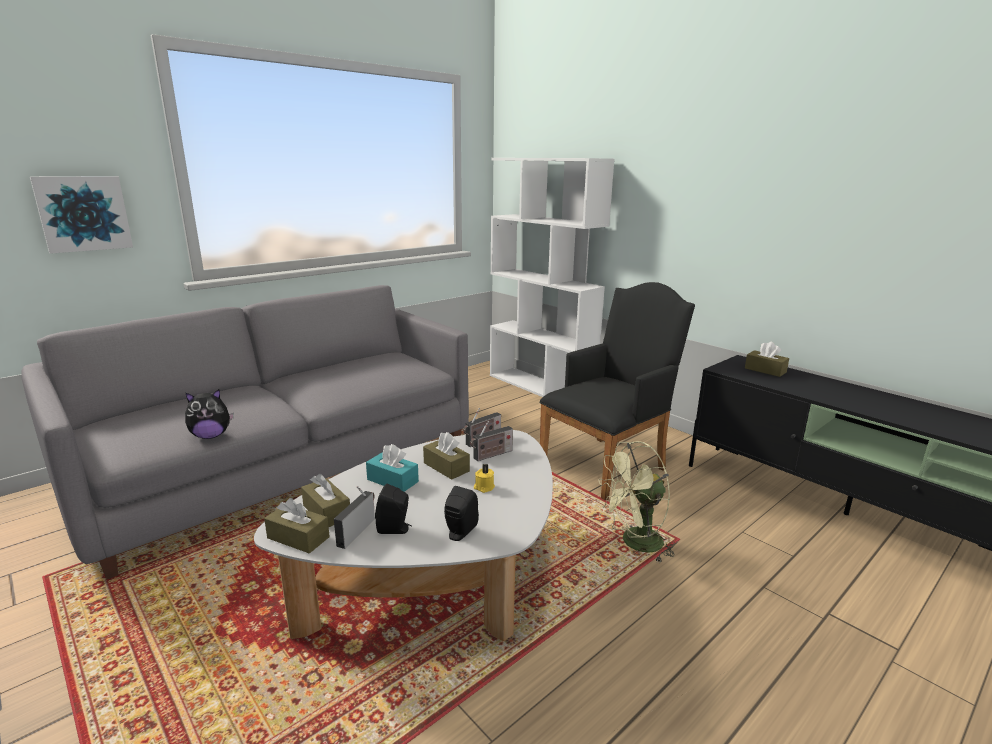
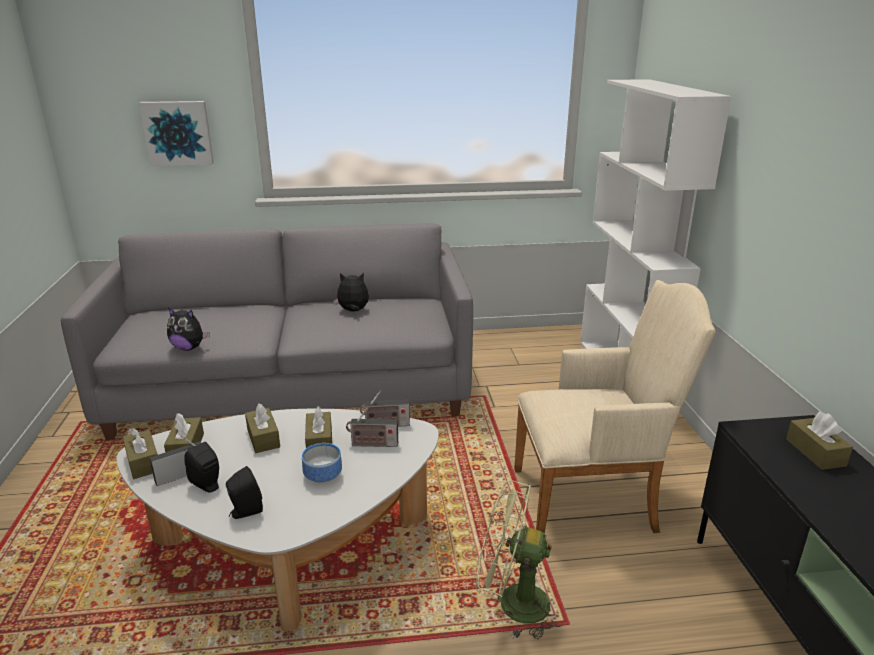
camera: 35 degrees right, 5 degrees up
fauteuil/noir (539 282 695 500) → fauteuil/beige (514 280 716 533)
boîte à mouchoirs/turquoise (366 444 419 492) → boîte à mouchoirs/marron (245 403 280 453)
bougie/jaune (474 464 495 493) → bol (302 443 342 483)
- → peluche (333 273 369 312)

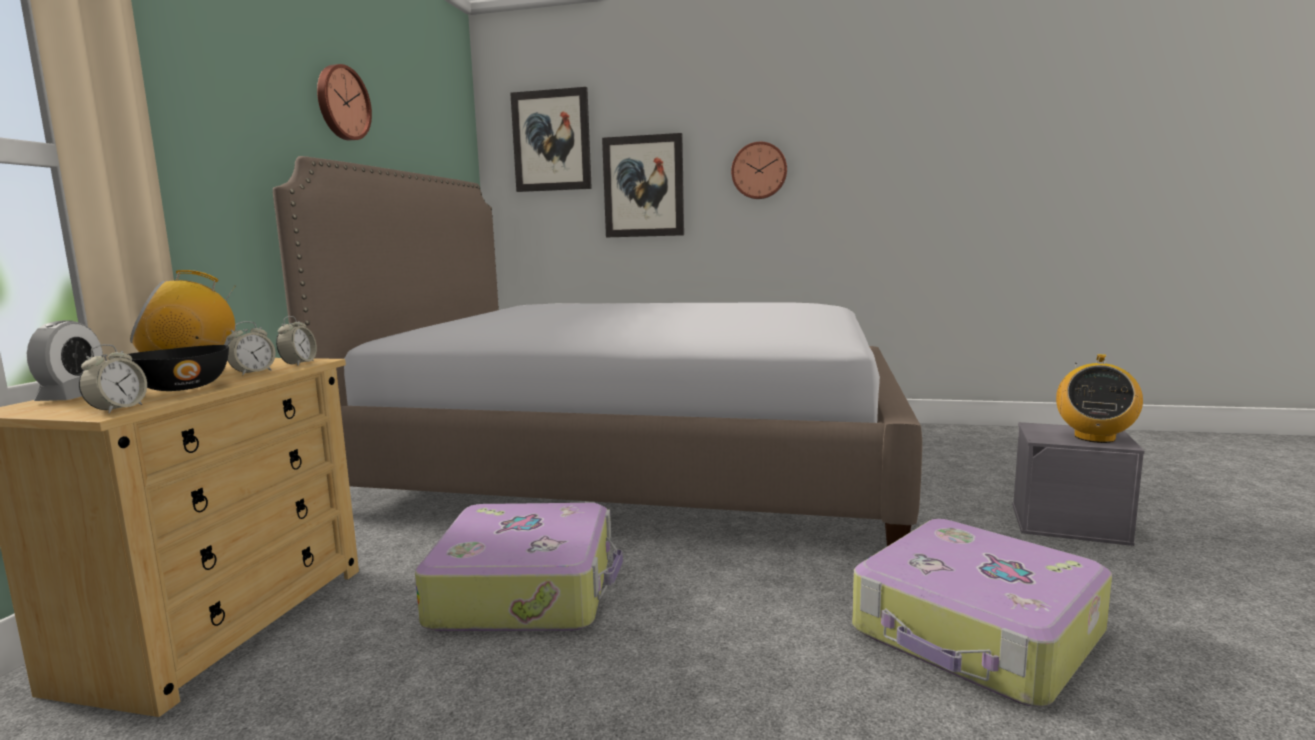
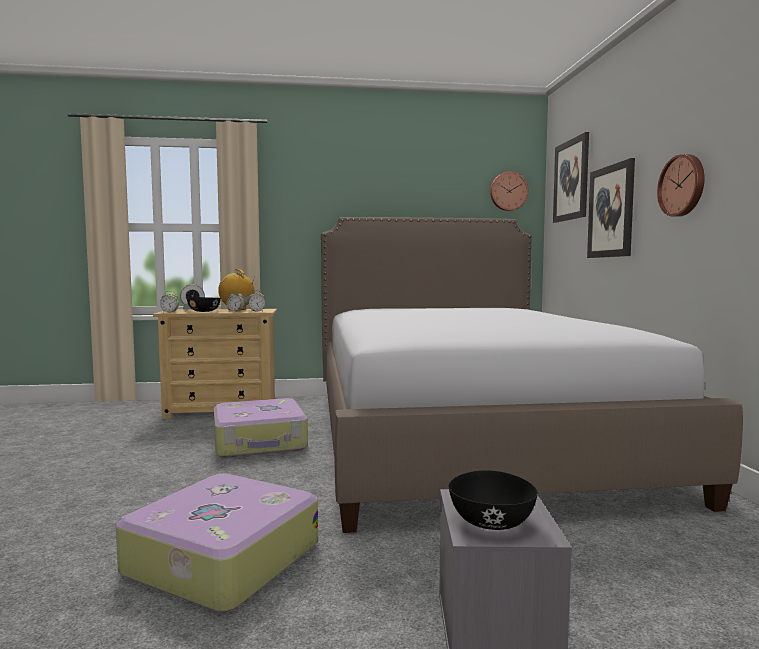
camera: 70 degrees right, 5 degrees down
horloge murale (317 64 372 140) → horloge murale (490 171 528 211), shifted
radio (1056 354 1143 443) → bol/noir (449 470 538 530)

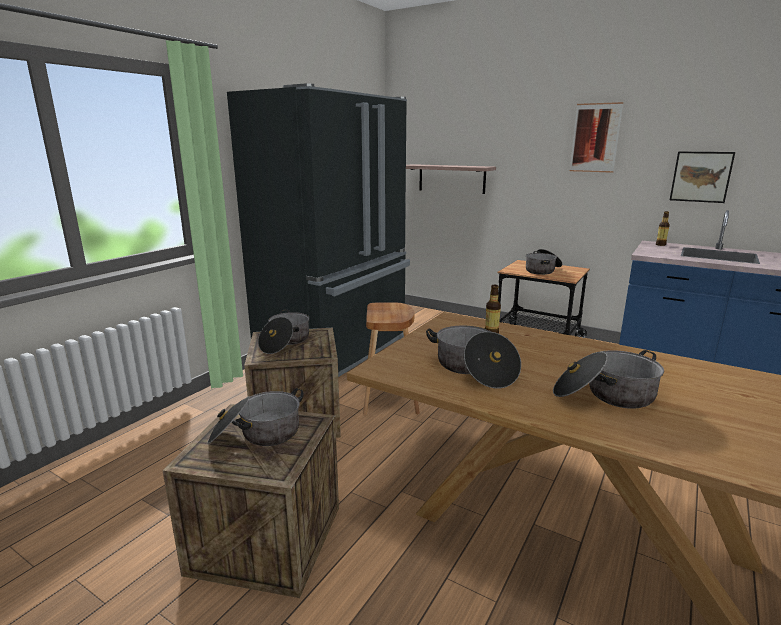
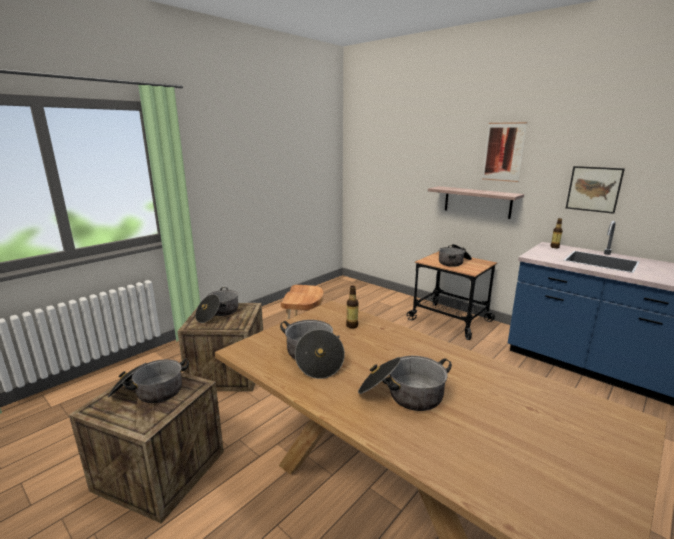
camera: 10 degrees right, 0 degrees up
réfrigérateur/noir (227 83 410 377) → -
étagère (406 164 496 194) → étagère (428 186 524 219), shifted

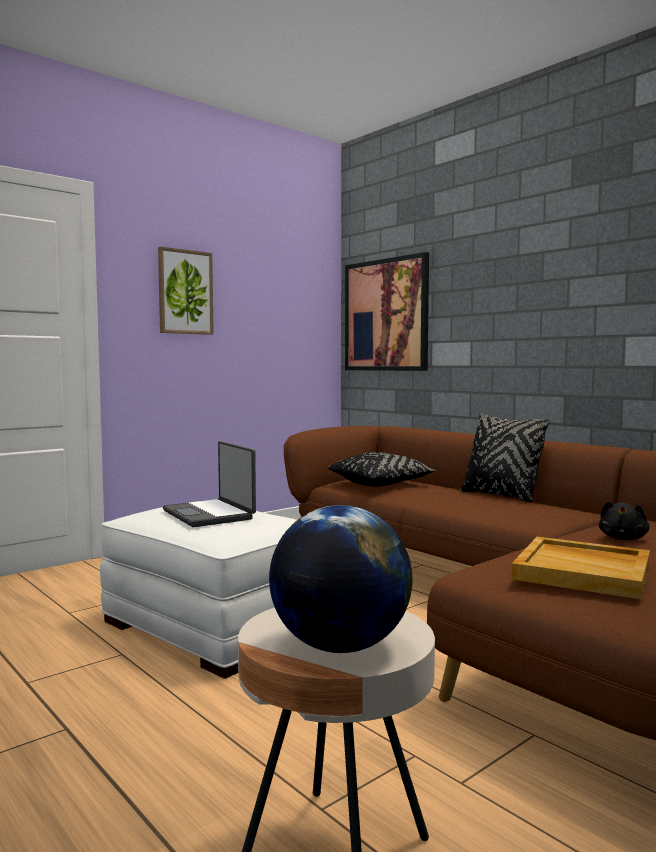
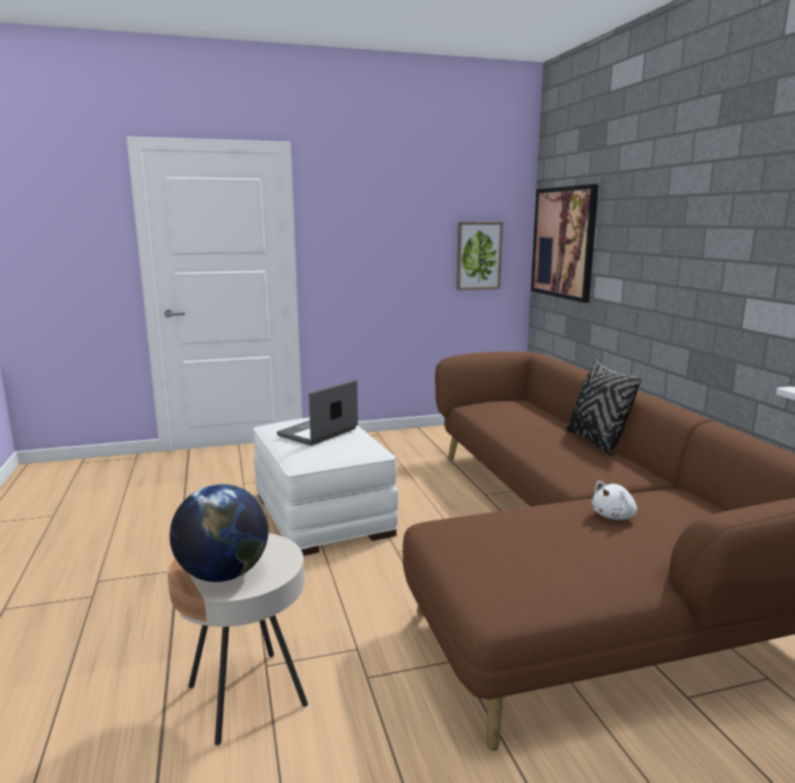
camera: 25 degrees right, 10 degrees up
tableau (158 247 214 335) → tableau (456 222 503 290), shifted
ordinateur portable (163 441 256 527) → ordinateur portable (277 379 358 446), 45 degrees clockwise
coussin/noir (328 452 436 487) → -
peluche/noir (599 500 650 540) → peluche/blanc (592 481 637 520)
plateau/beige (511 537 650 599) → -

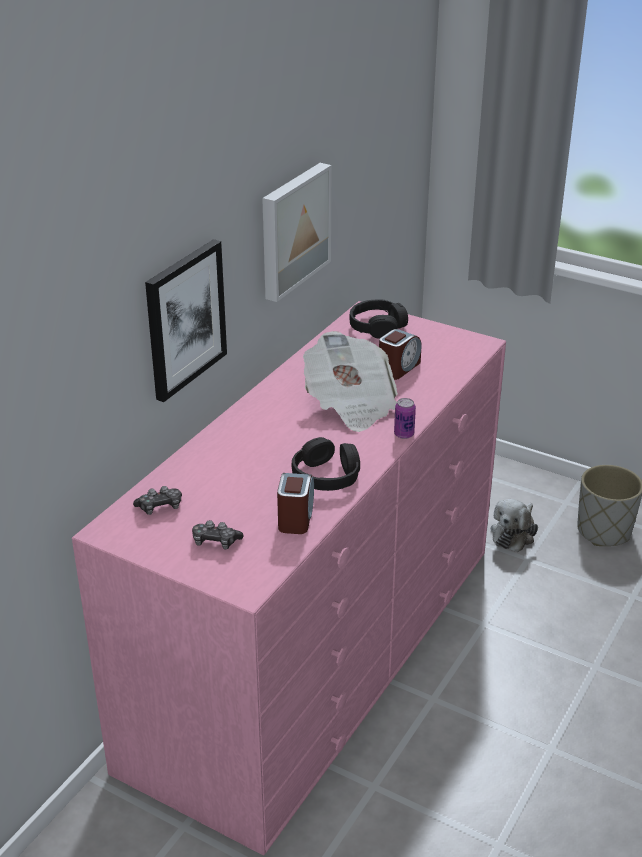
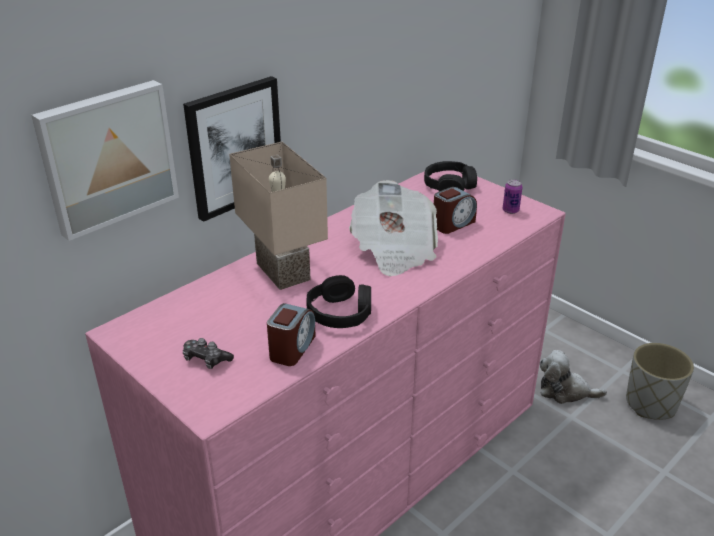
camera: 15 degrees right, 0 degrees up
tableau (262 163 332 302) → tableau (31 80 179 241), shifted
boîte métallique (394 398 416 439) → boîte métallique (502 179 523 214), shifted
manette (133 486 182 515) → -
peluche (491 499 538 552) → peluche (540 350 607 404), 60 degrees clockwise
- → lampe de table/beige (229 142 328 290)

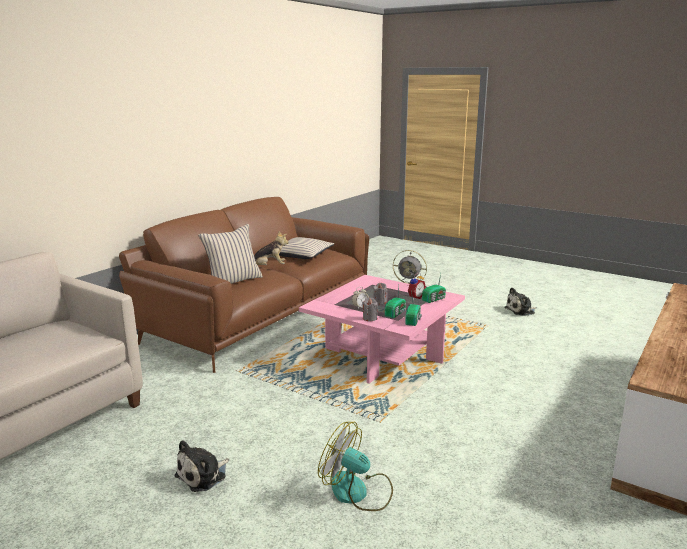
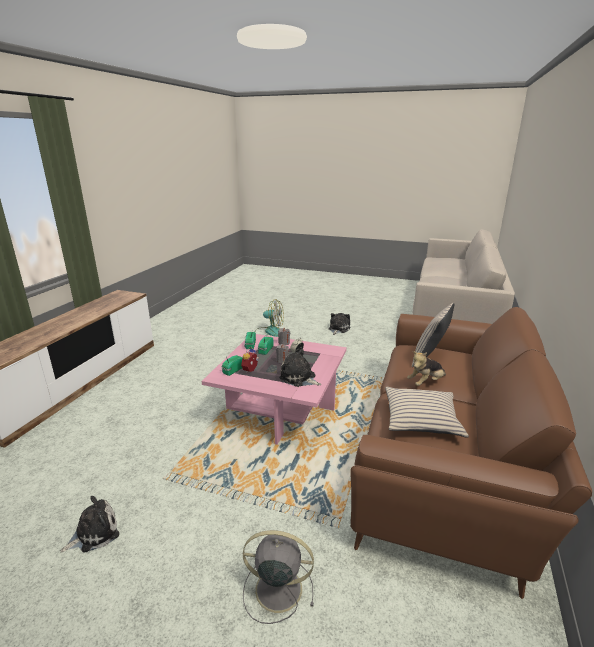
camera: 165 degrees right, 5 degrees up
- → peluche (279 349 321 387)

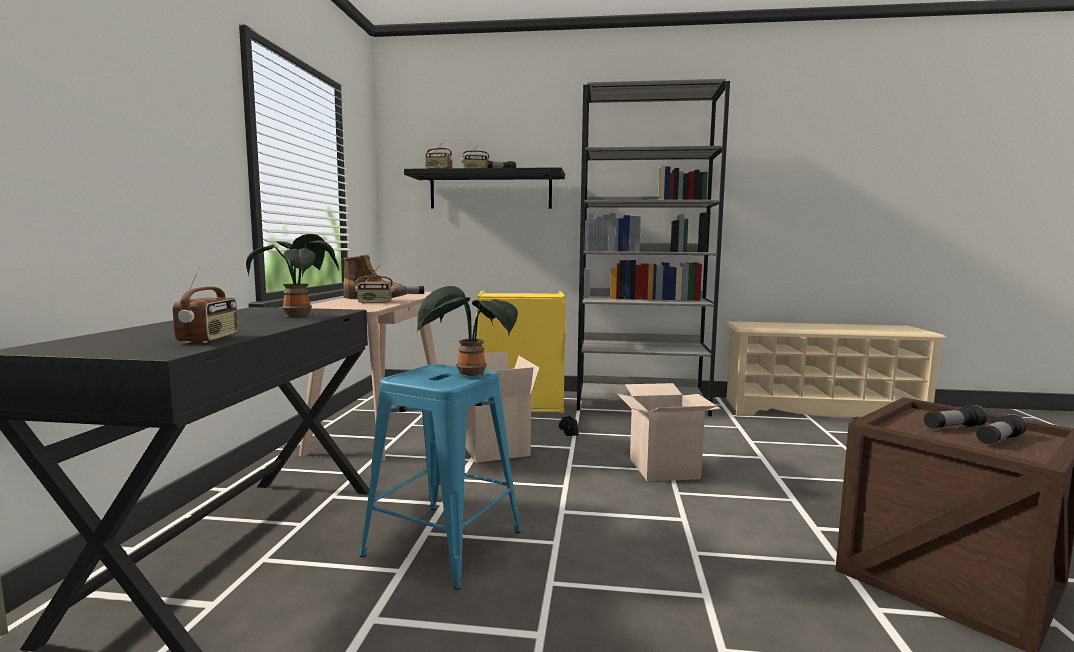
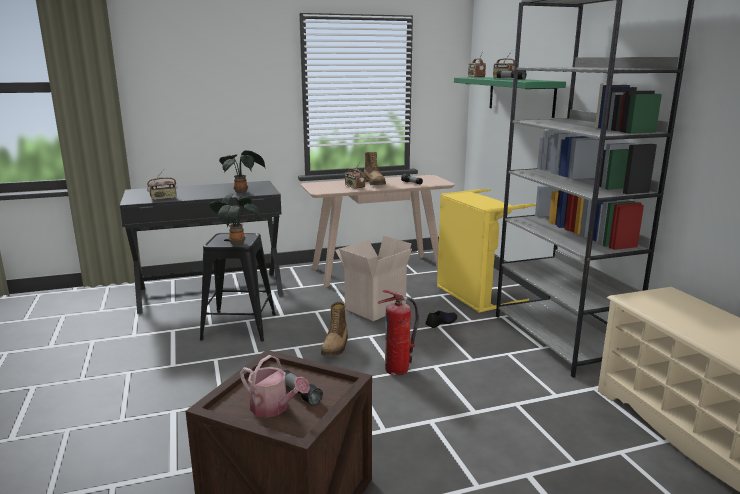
camera: 65 degrees right, 10 degrees up
étagère/noir (404 167 565 209) → étagère/vert (454 77 566 118)
tabouret/bleu (359 364 521 590) → tabouret/noir (200 233 276 342)
carton (617 383 721 482) → extincteur (378 290 419 376)
lampe de poche (976 414 1028 444) → arrosoir (240 355 310 418)
- → botte (321 302 348 357)

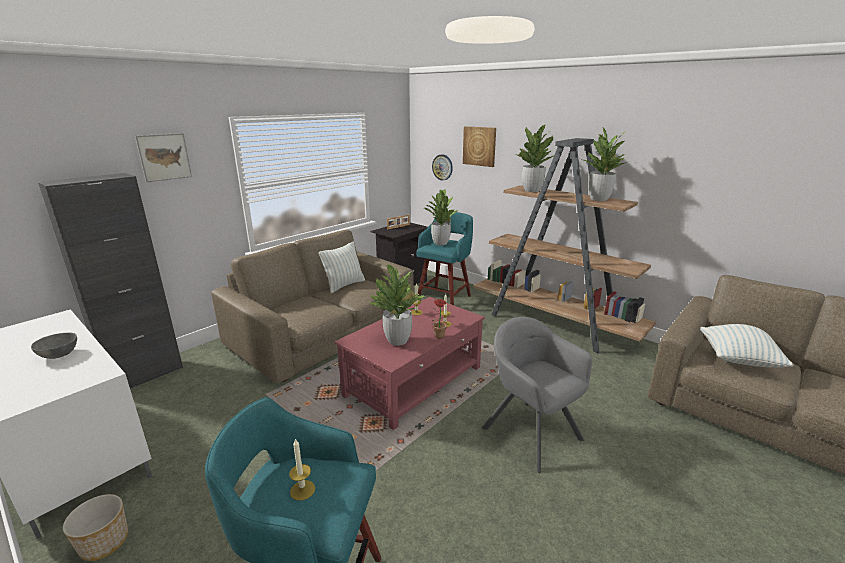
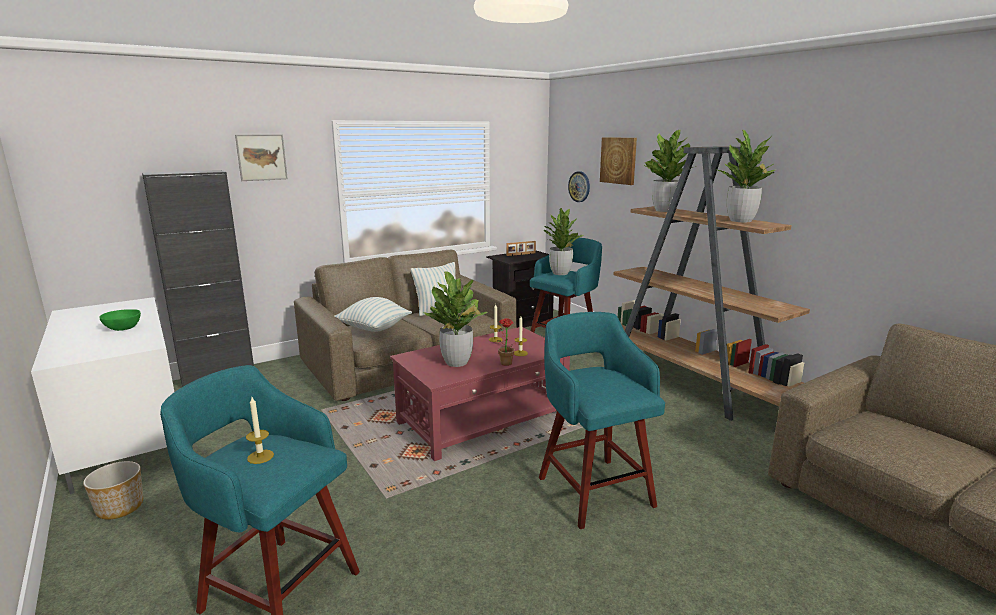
camera: 15 degrees right, 5 degrees down
fauteuil/gris (482 317 592 473) → tabouret/turquoise (539 312 665 529)
coussin (700 324 794 368) → coussin (334 297 412 332), shifted
bol/gris (31 332 77 359) → bol/vert (99 309 141 331)

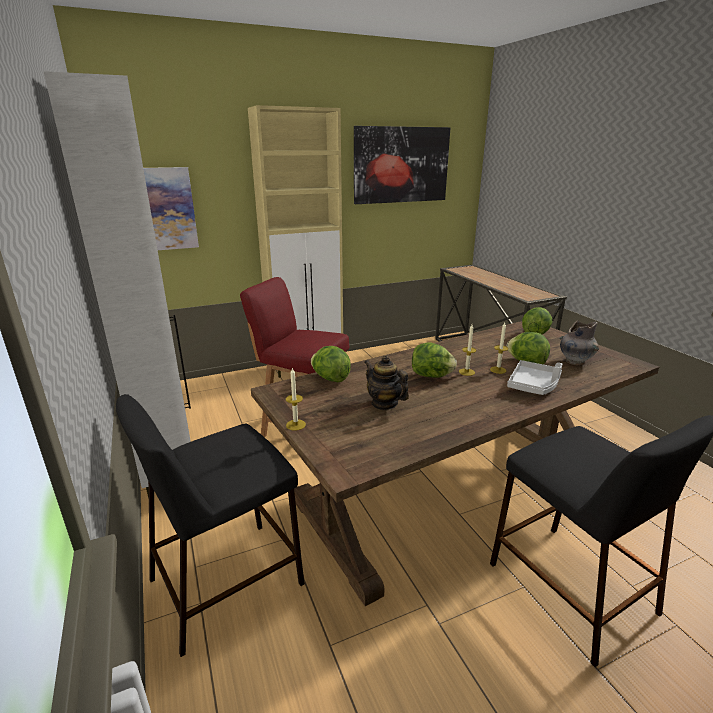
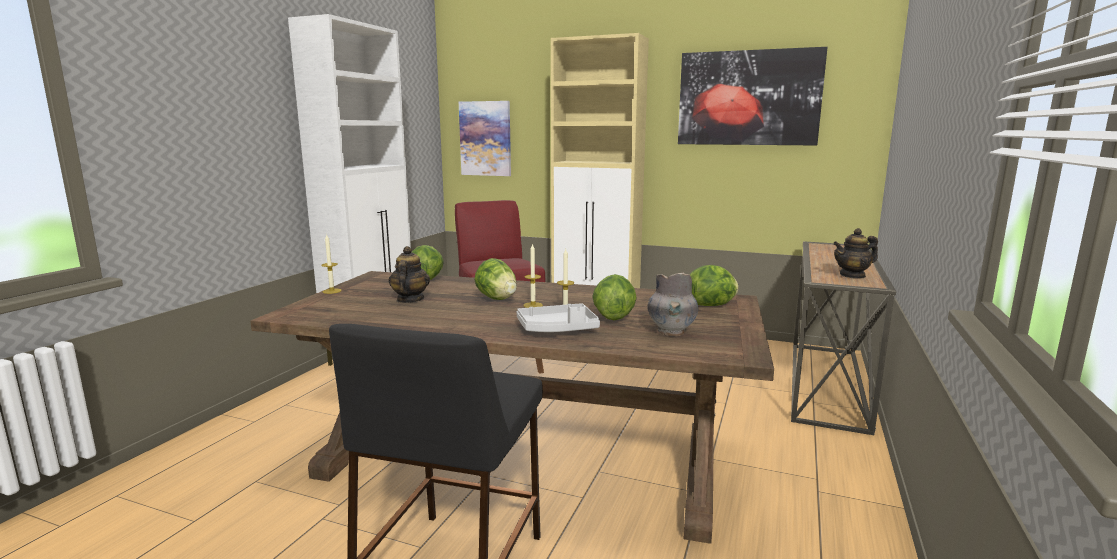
camera: 45 degrees right, 10 degrees down
tabouret/noir (116 394 305 657) → -
- → théière (833 228 878 279)

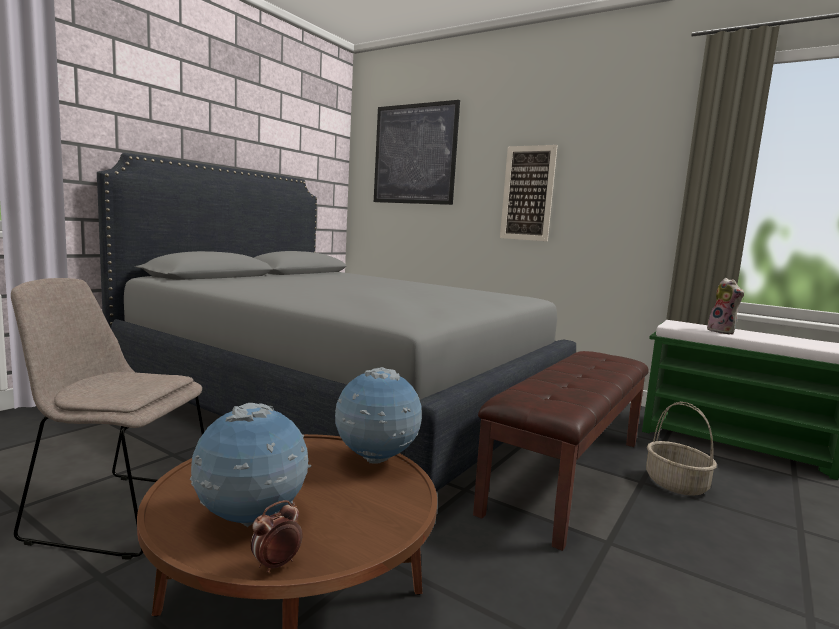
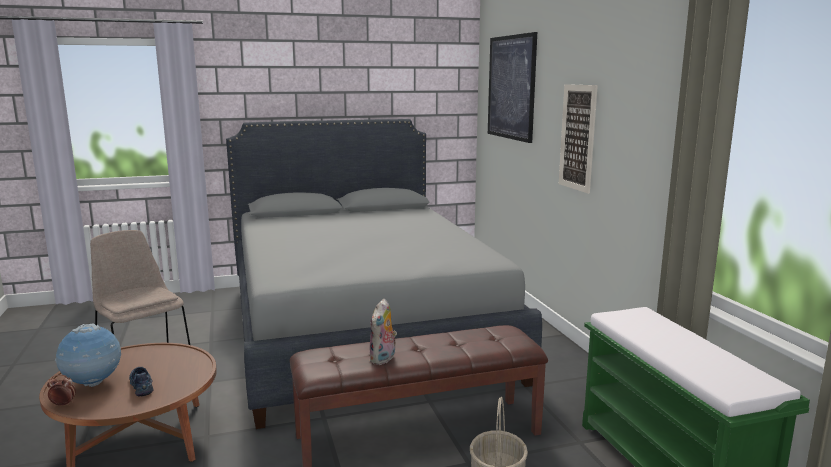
camera: 40 degrees right, 5 degrees up
peluche (707 278 744 334) → peluche (369 299 397 365), shifted
globe (335 367 422 464) → -
- → chaussure (129 367 153 397)

